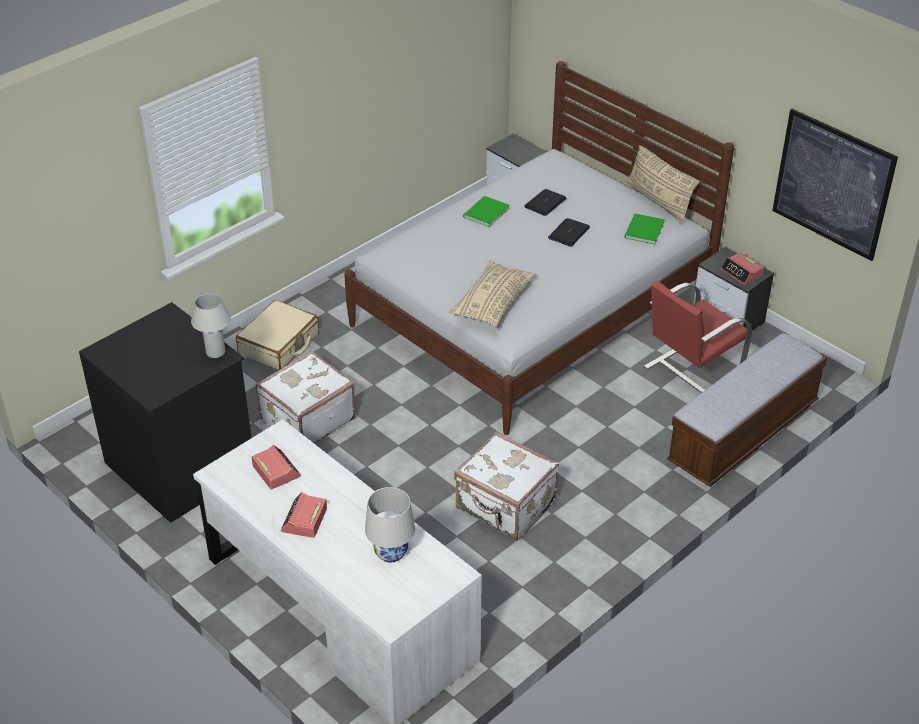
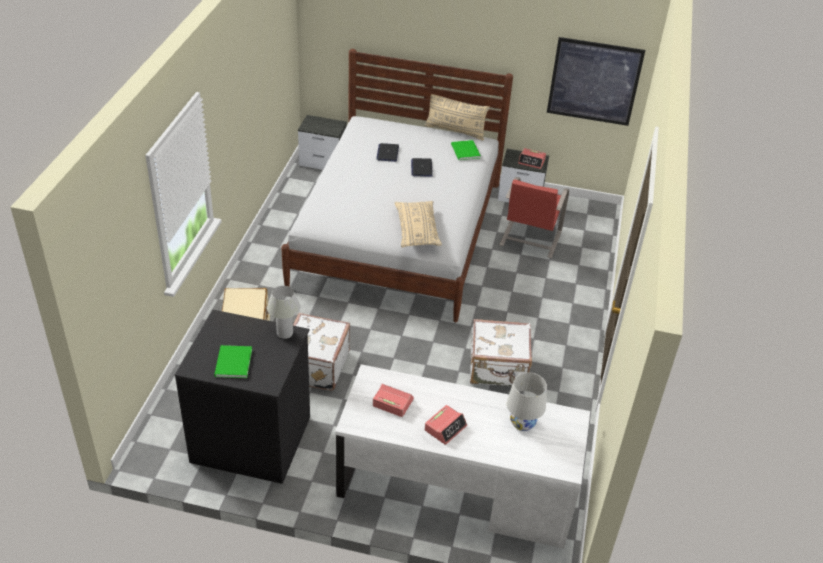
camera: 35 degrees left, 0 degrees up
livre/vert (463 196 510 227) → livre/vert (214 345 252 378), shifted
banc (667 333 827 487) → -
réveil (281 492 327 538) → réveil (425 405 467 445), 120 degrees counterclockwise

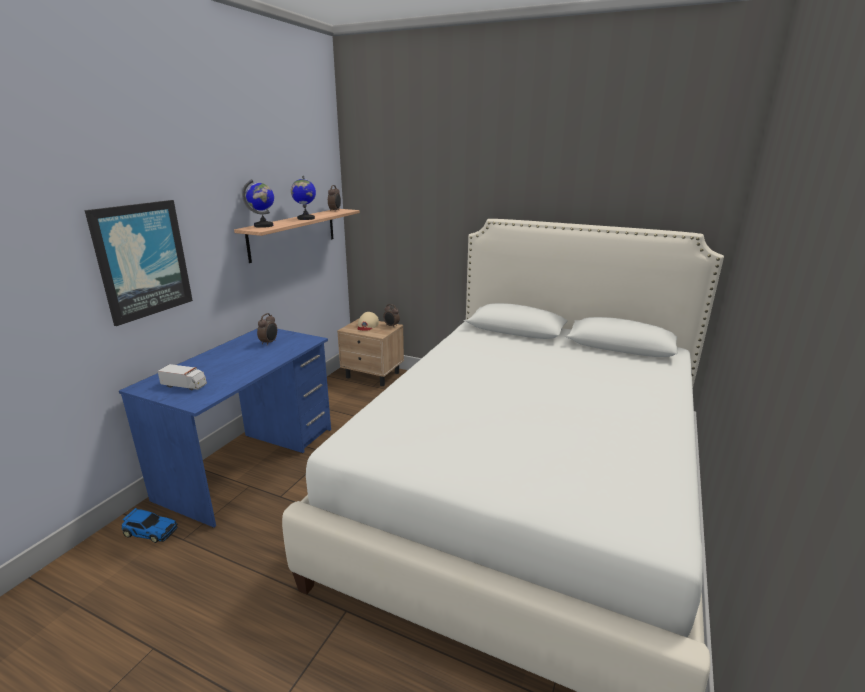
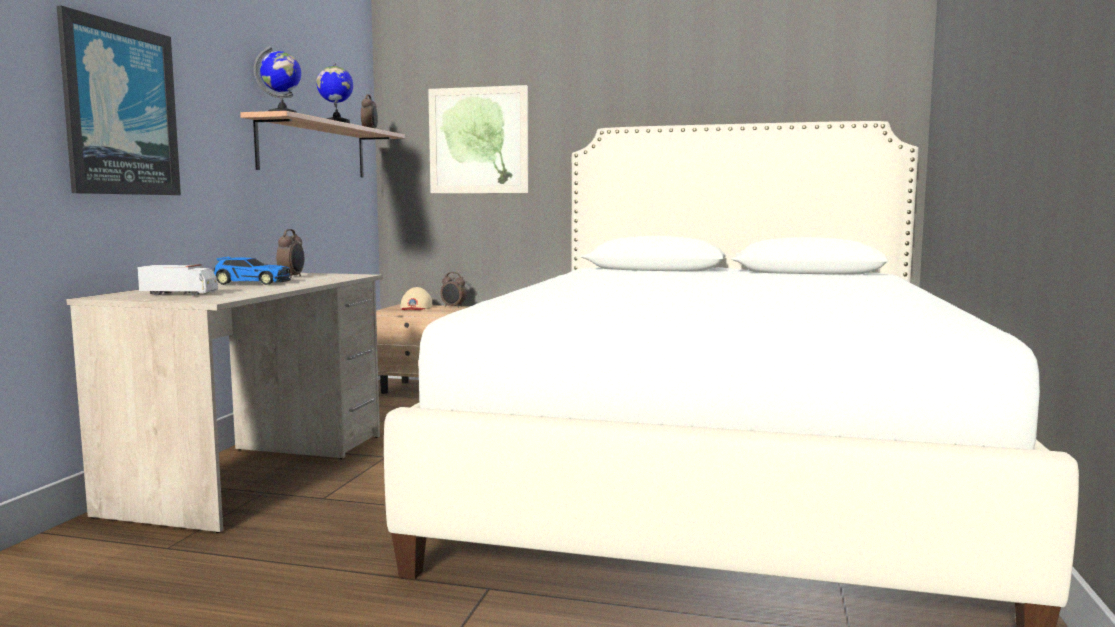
camera: 10 degrees left, 15 degrees down
bureau/bleu (119 328 331 527) → bureau/beige (66 273 383 533)
petite voiture (121 508 178 543) → petite voiture (214 257 291 285), shifted
- → tableau (428 85 529 193)

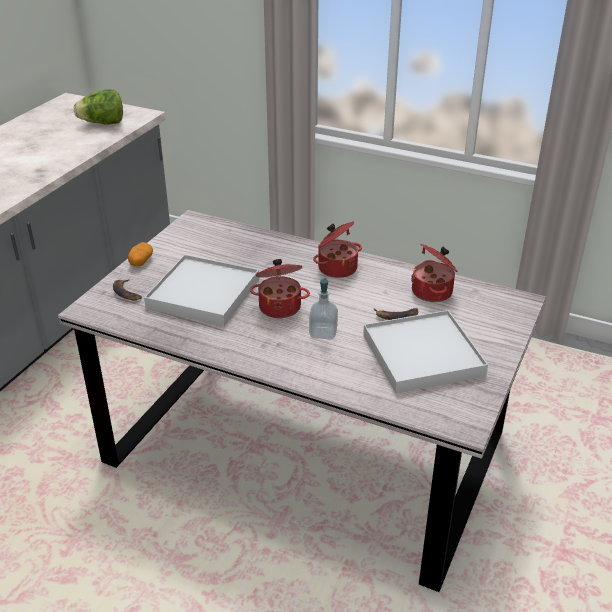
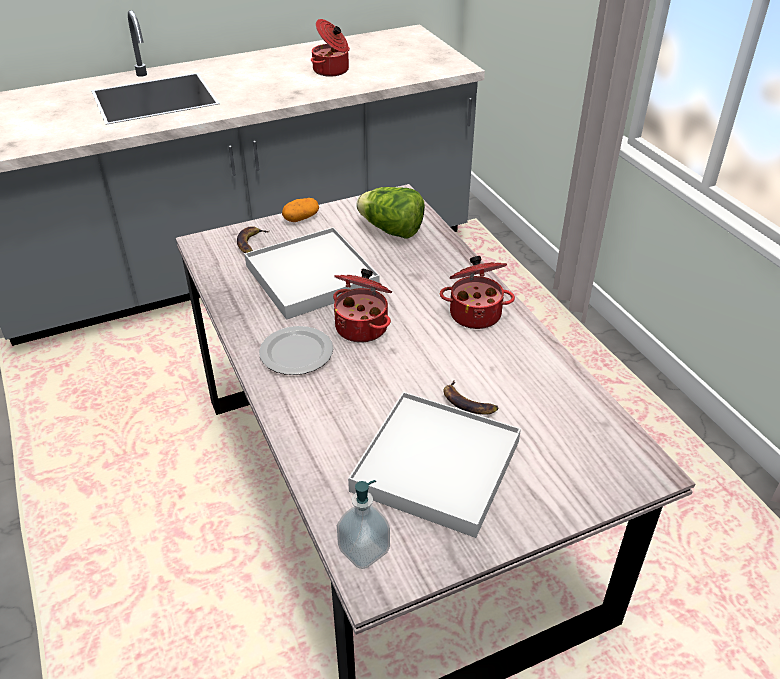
camera: 40 degrees right, 5 degrees up
laitue (74 89 123 124) → laitue (356 187 425 239), shifted
marmite (411 244 458 302) → marmite (311 19 350 77), shifted
distributeur de savon (309 278 338 339) → distributeur de savon (337 480 390 569), shifted
- → assiette (259 326 333 375)

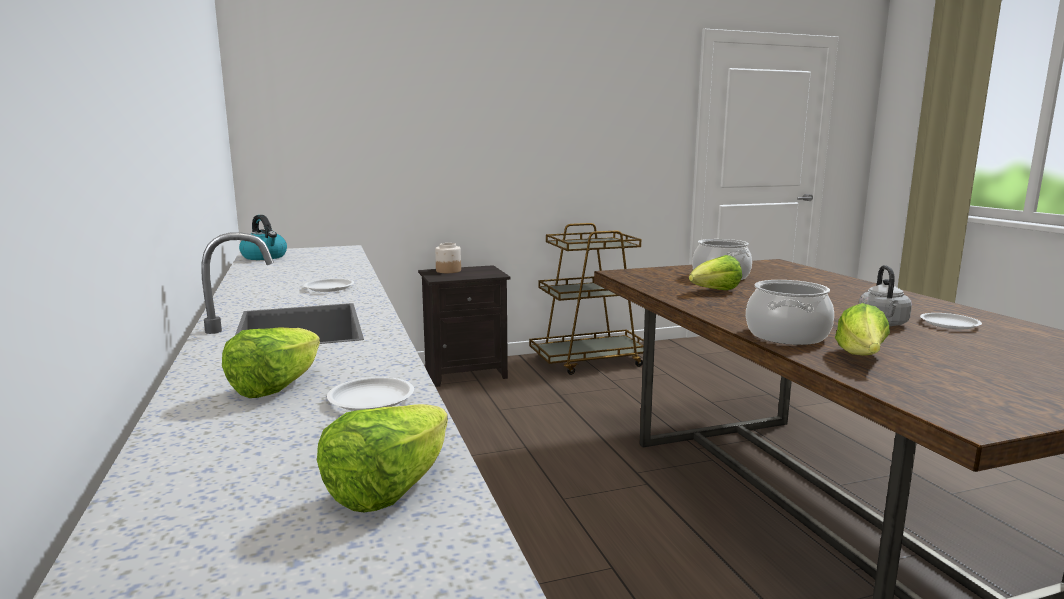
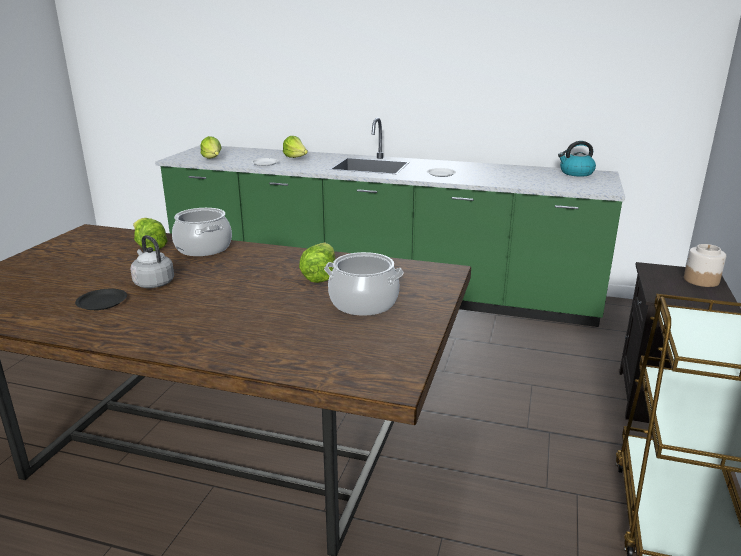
camera: 125 degrees right, 10 degrees up
assiette/blanc (920 313 982 329) → assiette/noir (75 289 127 310)

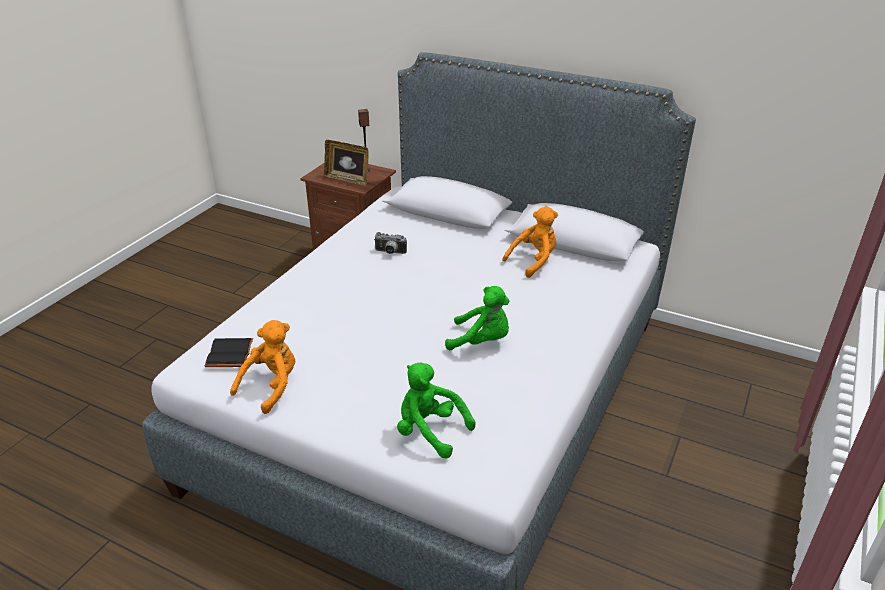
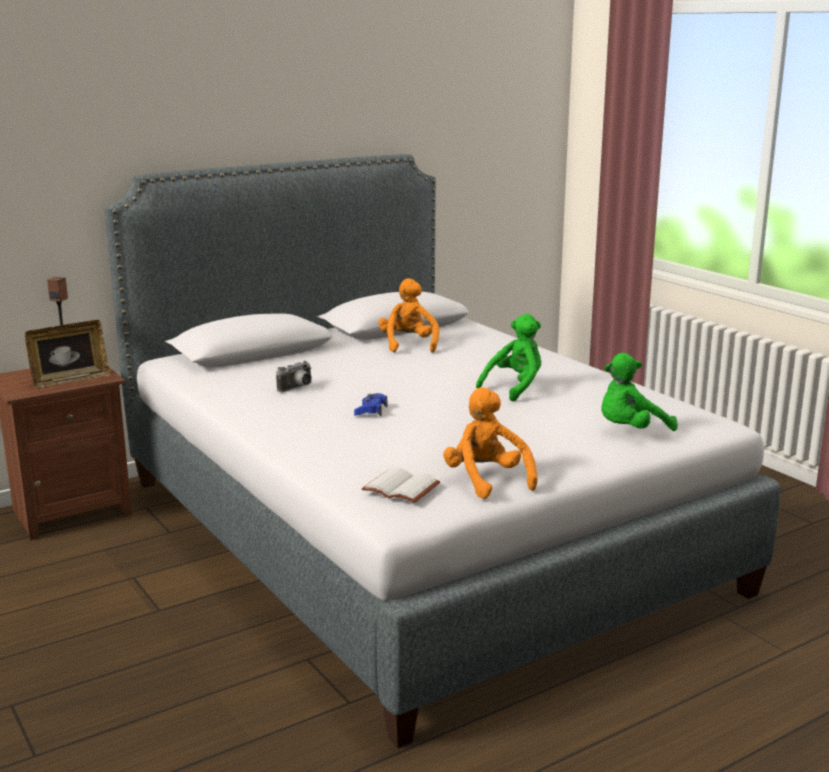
camera: 60 degrees left, 15 degrees down
livre/noir (204 338 253 367) → livre/blanc (361 467 440 503)
- → manette/bleu (354 393 388 417)

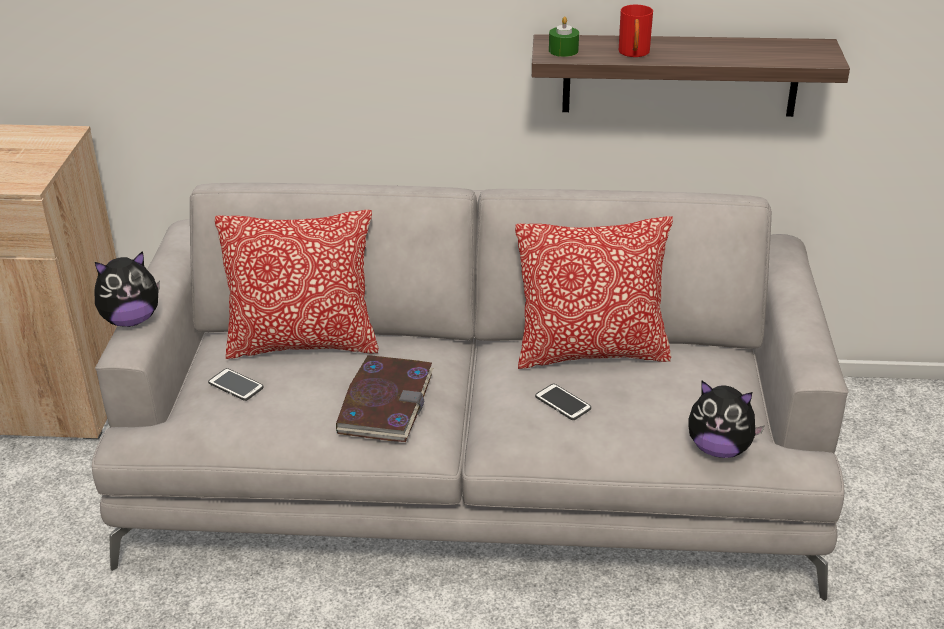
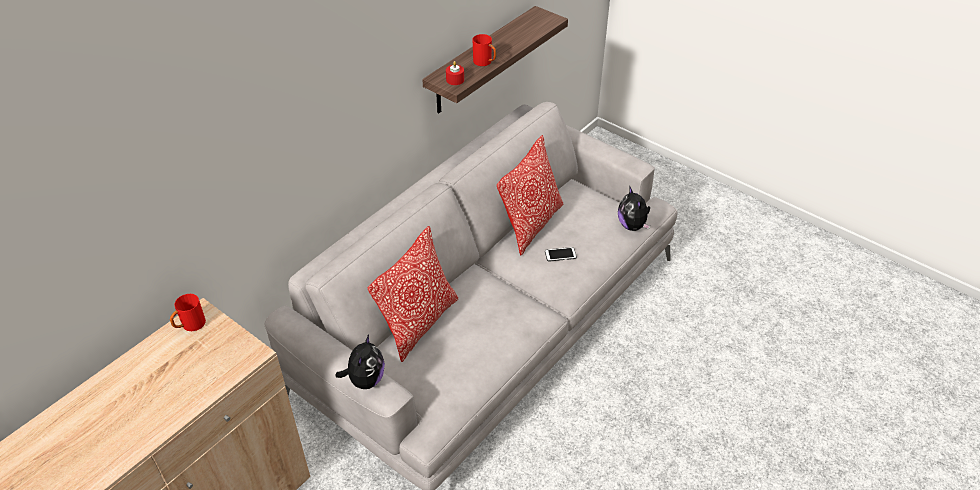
camera: 55 degrees left, 10 degrees up
bougie/vert (549 16 579 57) → bougie/rouge (446 61 464 85)
livre (336 355 433 442) → -
téléphone (208 368 264 401) → -
peluche (688 381 765 458) → peluche (618 186 650 231), 105 degrees clockwise
- → mug/rouge (170 294 206 331)

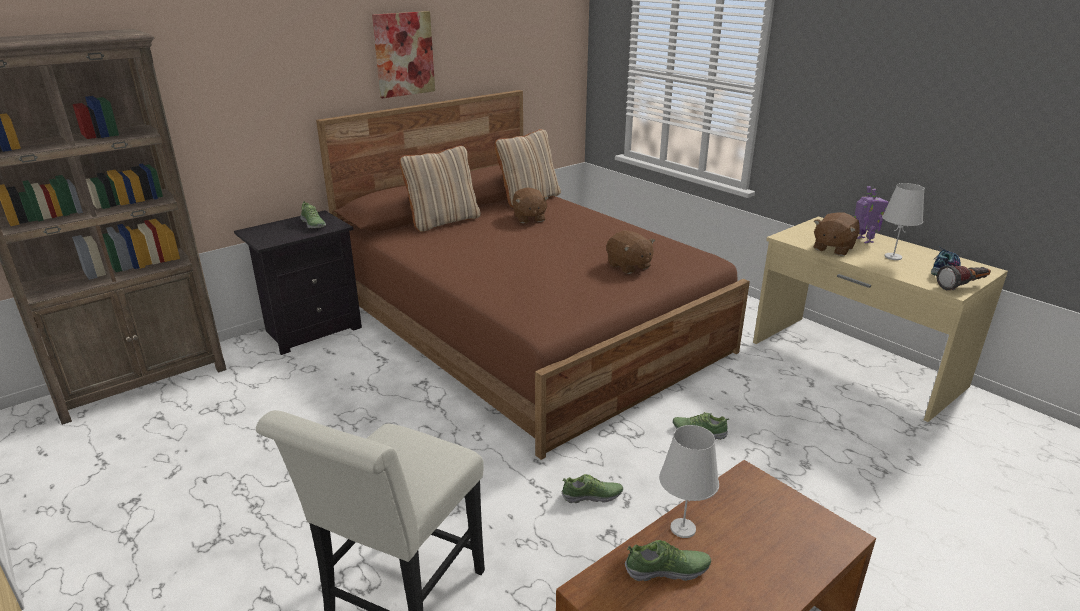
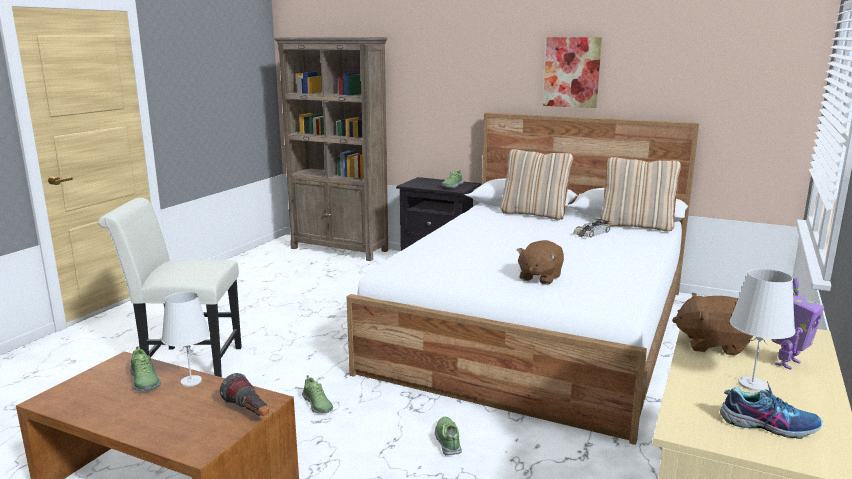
camera: 65 degrees right, 10 degrees down
lit/marron (316 90 750 460) → lit/blanc (347 113 699 445)
peluche/marron (512 188 549 223) → petite voiture (573 218 612 237)
lampe de poche (937 266 991 290) → lampe de poche (220 373 269 416), shifted

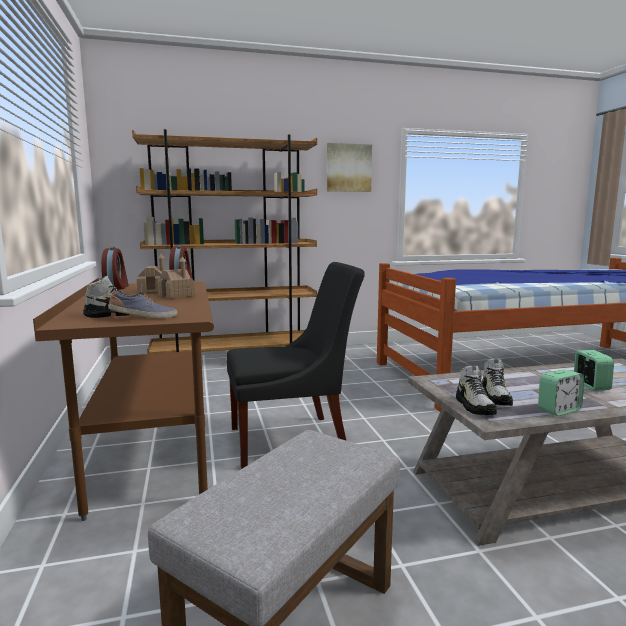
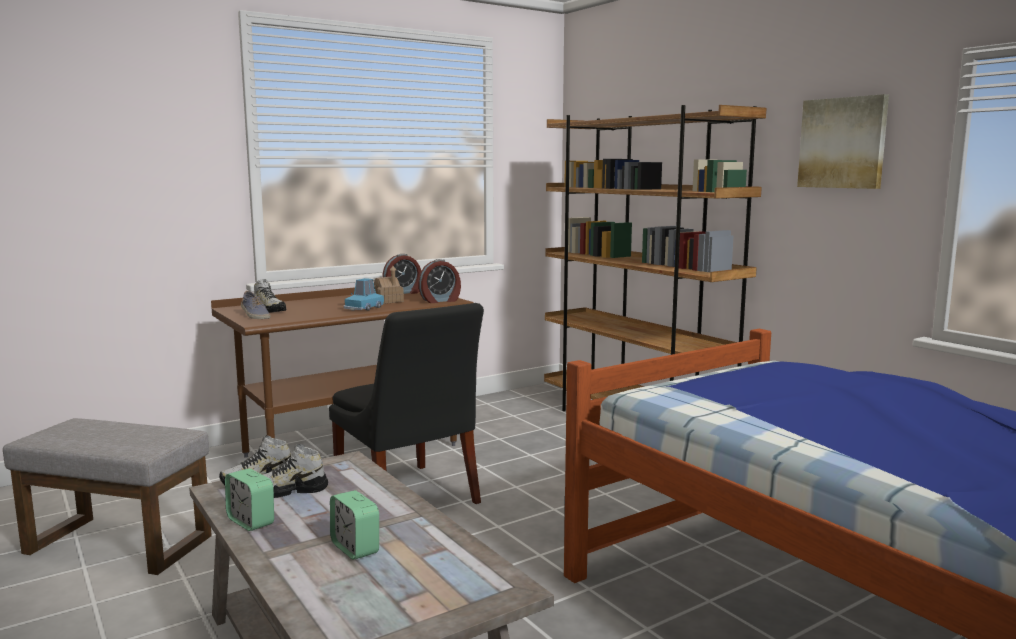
camera: 70 degrees right, 0 degrees up
maison miniature (158 256 195 299) → petite voiture/bleu (344 278 384 310)
réveil (574 350 614 391) → réveil (330 490 379 560), 75 degrees clockwise

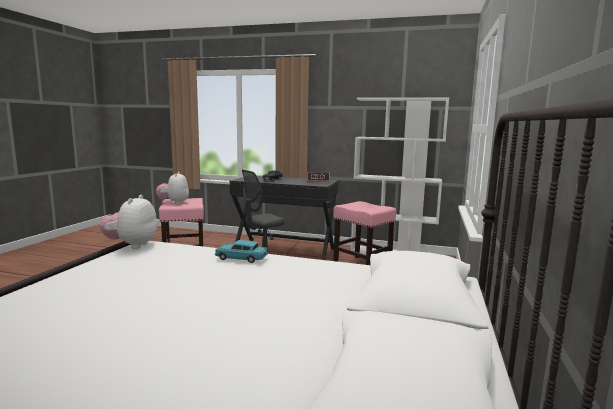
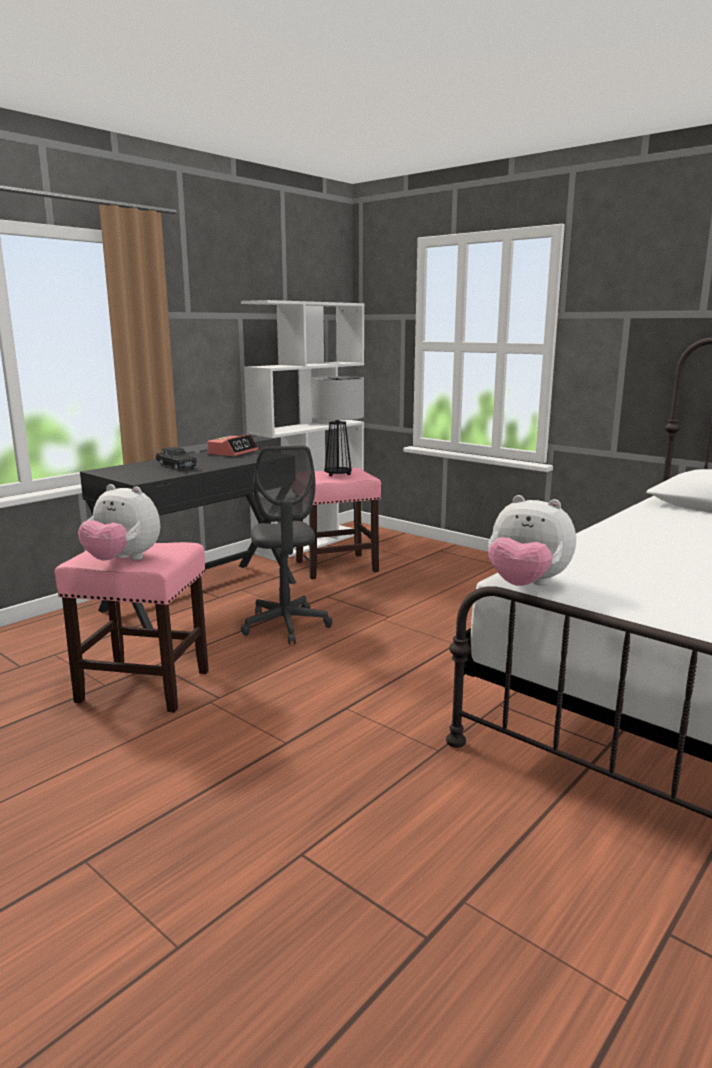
camera: 65 degrees left, 5 degrees up
petite voiture/turquoise (214 240 268 263) → -
- → lampe de table (311 376 364 476)

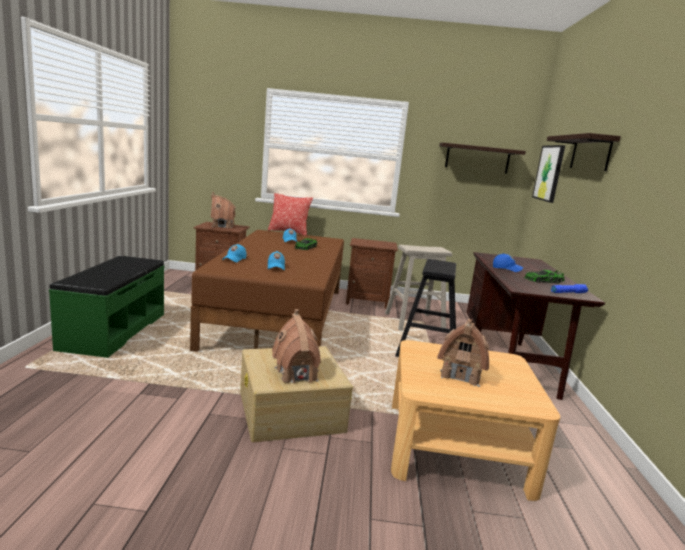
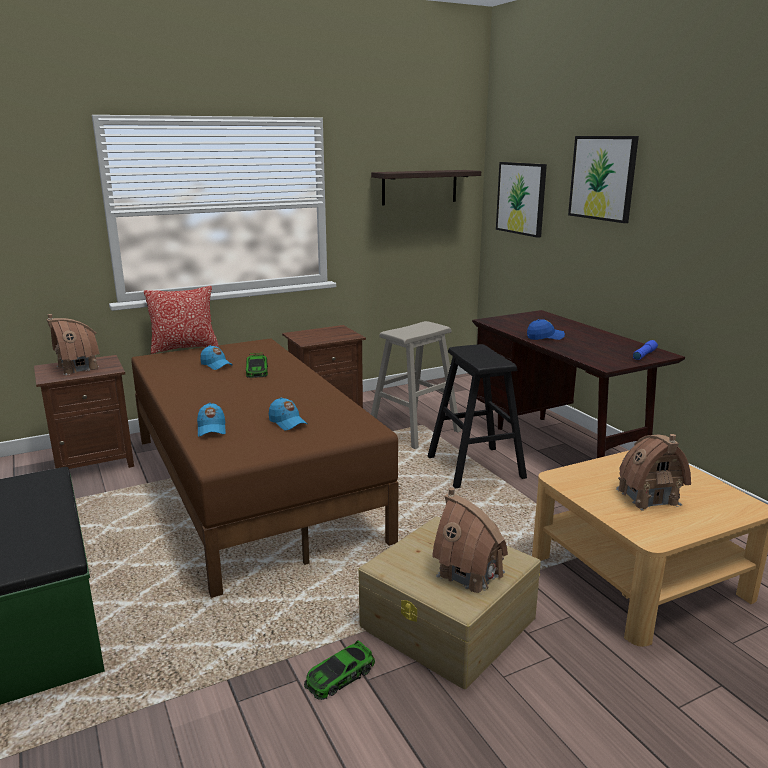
camera: 30 degrees left, 5 degrees up
étagère (547 133 621 171) → tableau (568 136 639 223)
petite voiture (524 270 565 284) → petite voiture (304 640 375 700), shifted

